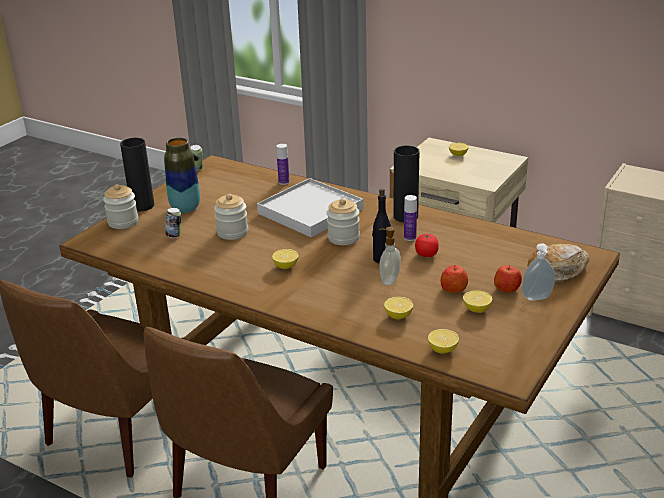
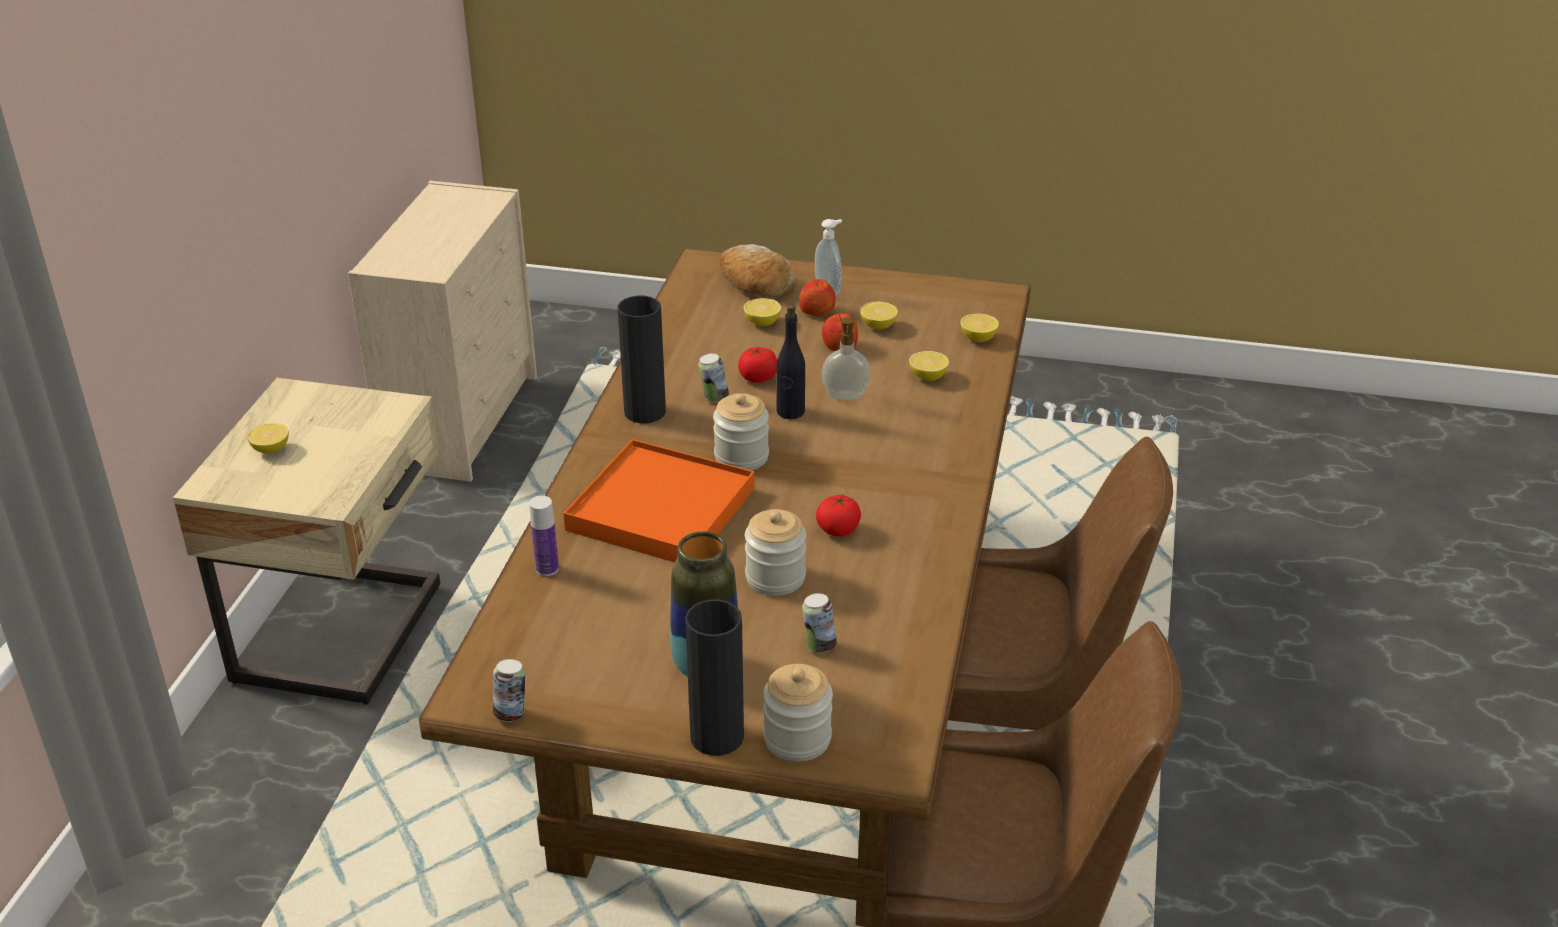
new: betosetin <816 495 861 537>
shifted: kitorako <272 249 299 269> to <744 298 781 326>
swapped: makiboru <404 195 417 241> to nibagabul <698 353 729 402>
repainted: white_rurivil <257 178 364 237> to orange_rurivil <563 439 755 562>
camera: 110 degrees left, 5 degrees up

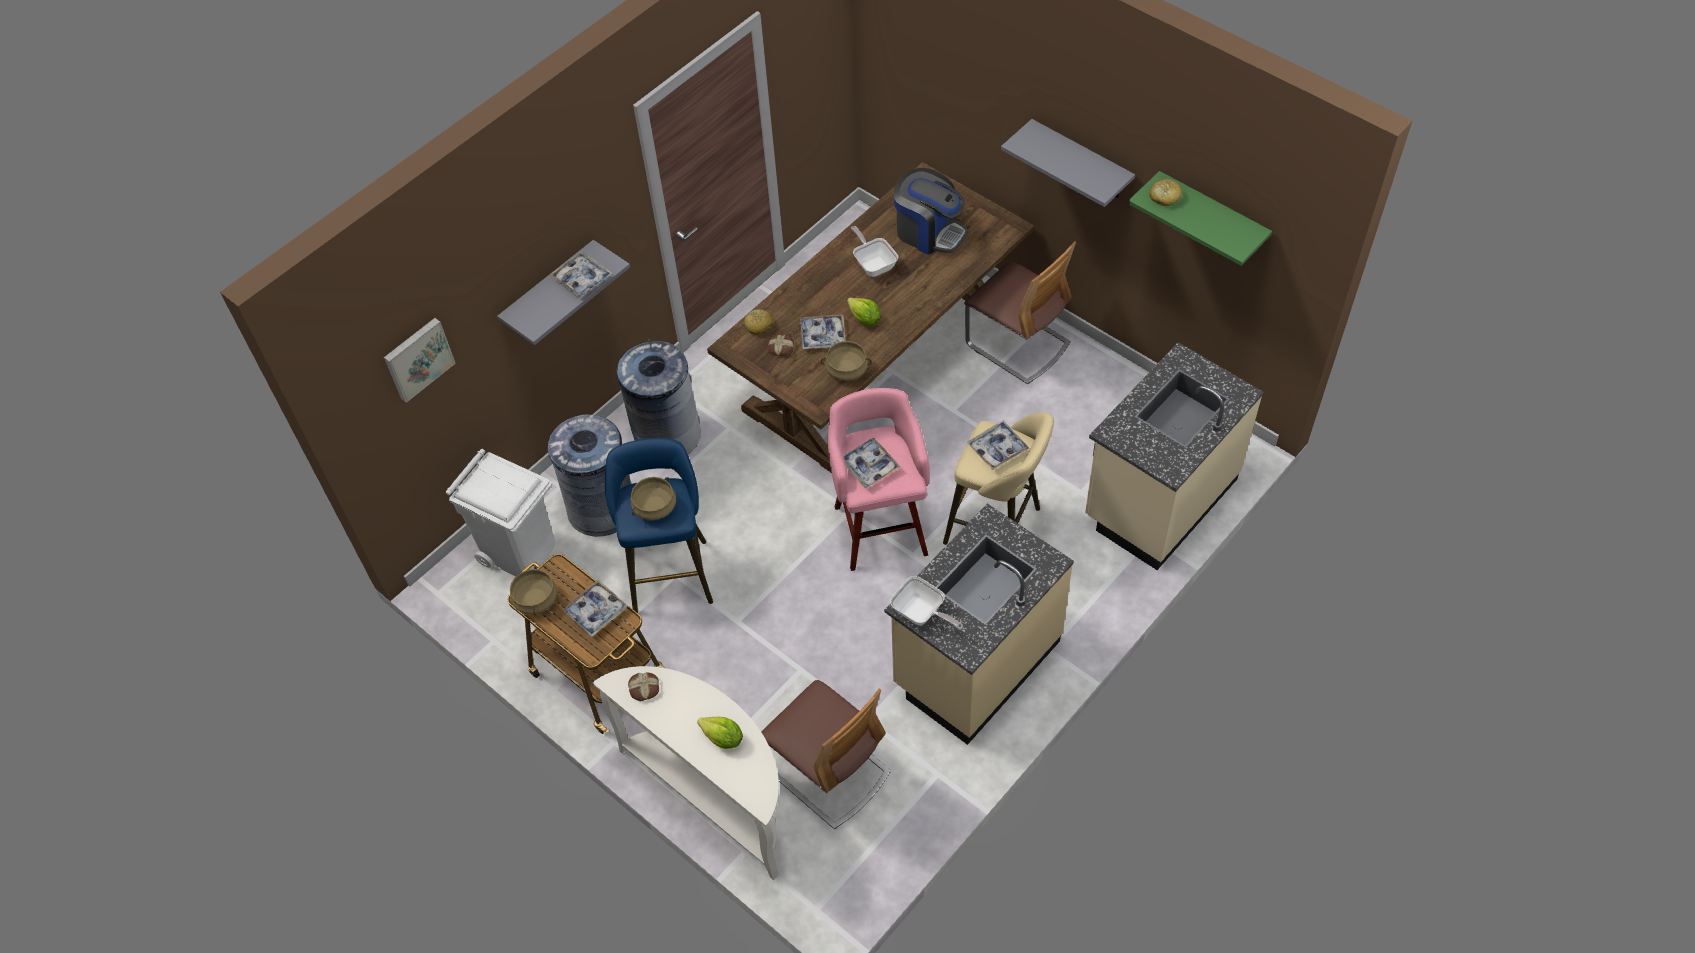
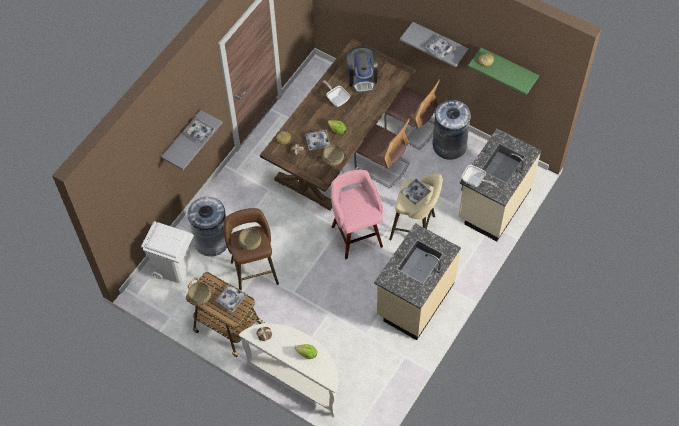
gone: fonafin <384 318 456 403>
shifted: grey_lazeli <617 339 701 454> to <432 100 471 160>; rurivil <844 438 900 488> to <425 35 456 60>; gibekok <890 576 963 630> to <462 165 497 187>; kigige <761 680 891 829> to <354 119 410 189>
repainted: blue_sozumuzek <605 438 713 613> to brown_sozumuzek <224 208 279 291>
rotated: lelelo <894 168 968 255> = <346 46 378 93> 60 degrees clockwise
camera: 10 degrees left, 5 degrees up

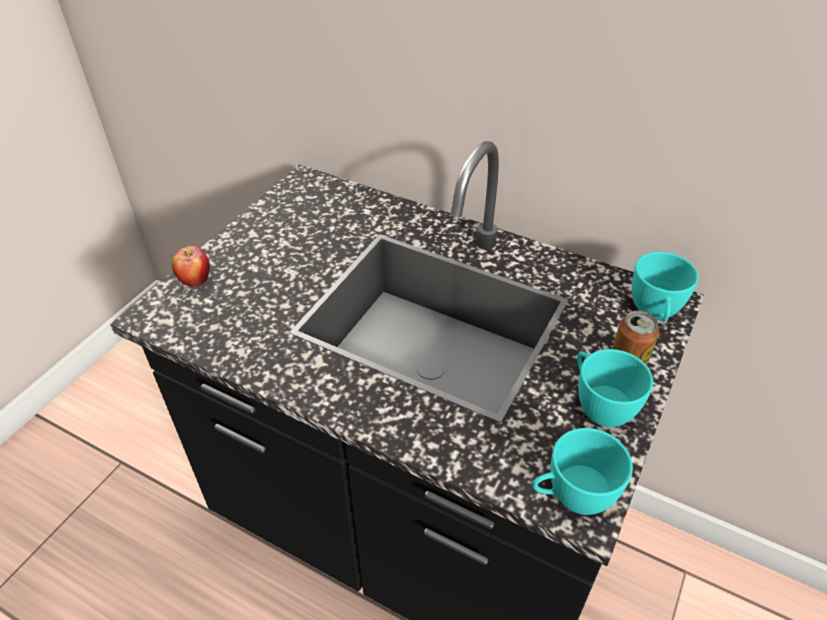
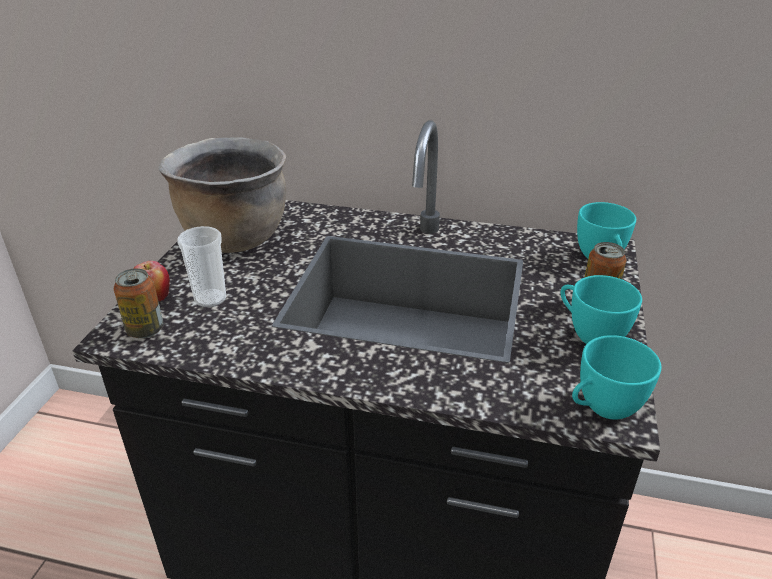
new: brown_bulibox <158 137 286 253>; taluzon <177 226 226 307>; nibagabul <114 268 163 338>
camera: 15 degrees left, 10 degrees down

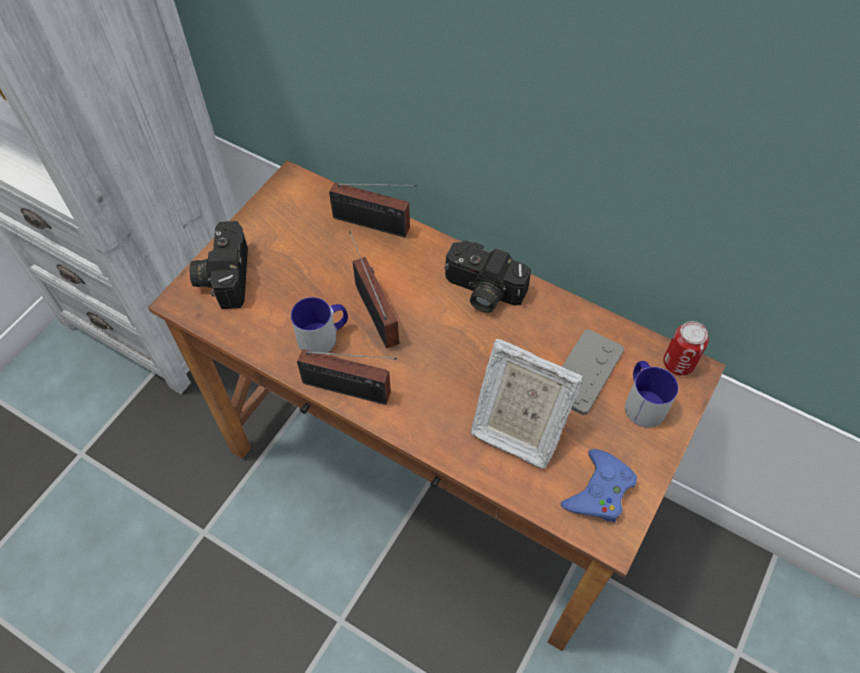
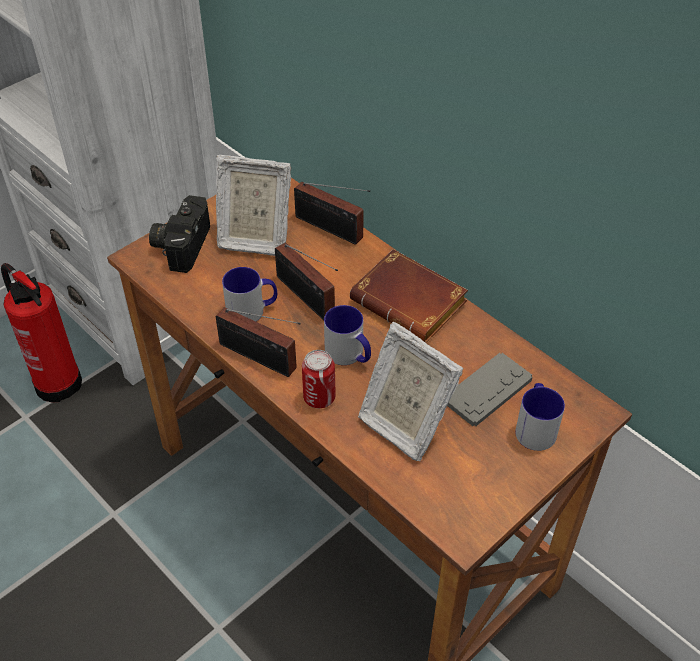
gone: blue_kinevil <561 449 637 523>
new: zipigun <216 155 291 256>; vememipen <1 263 82 403>; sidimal <324 305 371 365>
shifted: nibagabul <663 321 709 376> to <302 350 336 408>
swapped: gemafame <444 241 531 313> to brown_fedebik <350 249 468 343>
rotated: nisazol <349 231 399 349> = <275 243 338 320> 150 degrees clockwise
camera: 15 degrees right, 10 degrees down

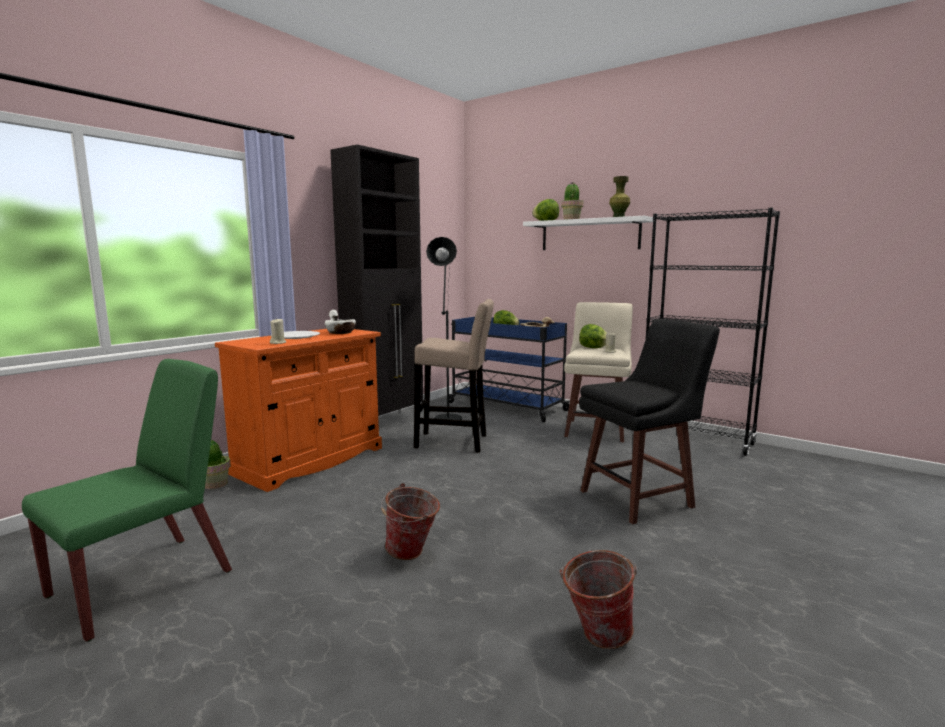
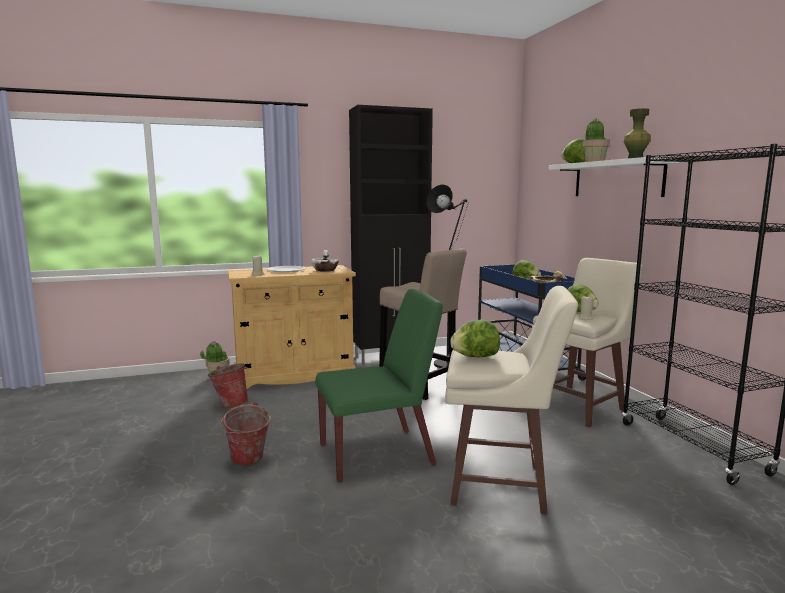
new: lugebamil <450 320 500 357>
shifted: green_kigige <22 359 232 642> to <316 289 443 482>; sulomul <560 550 637 649> to <208 363 249 409>
repainted: black_sozumuzek <579 319 720 524> to beige_sozumuzek <445 286 578 515>; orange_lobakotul <215 329 382 492> to beige_lobakotul <228 265 356 389>
camera: 35 degrees right, 0 degrees up

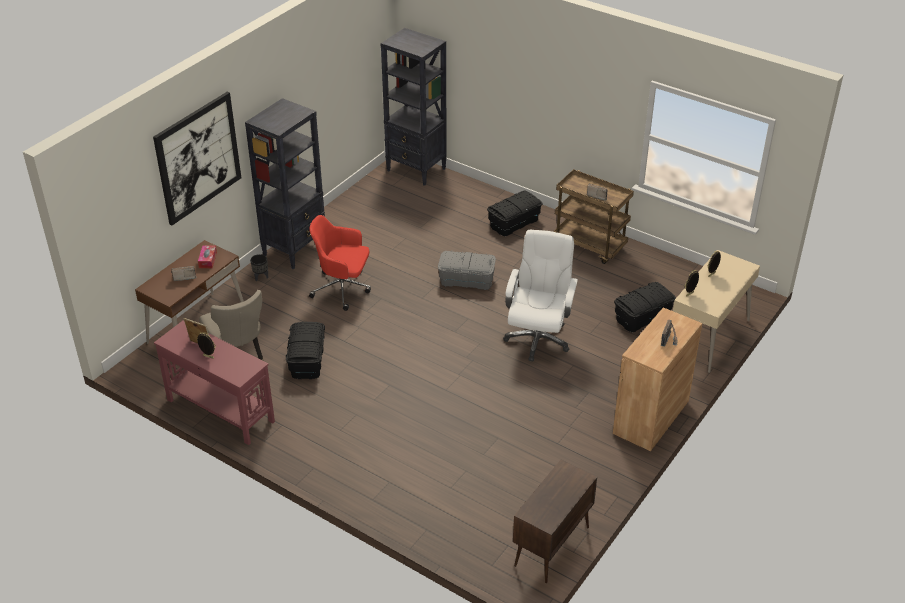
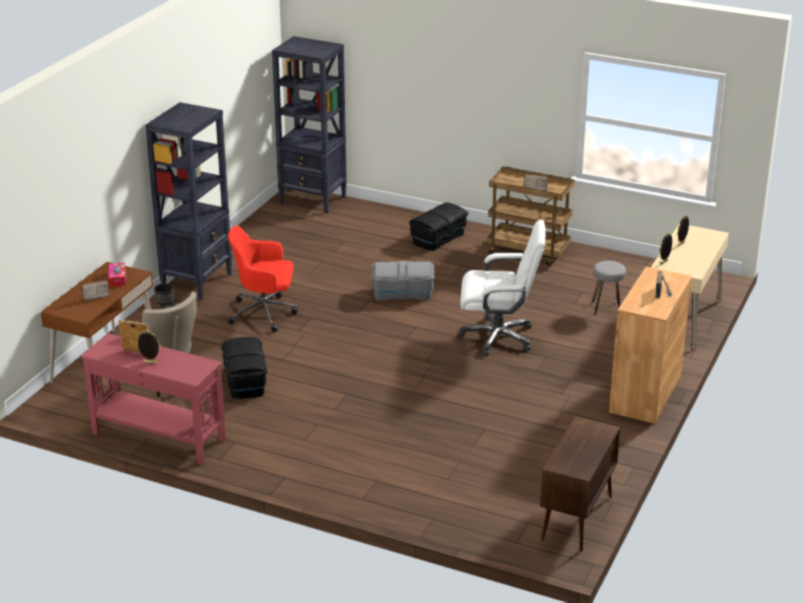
gone: fonafin <153 92 241 225>
swapped: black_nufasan <614 282 676 332> to grey_sozumuzek <592 261 626 315>
rotated: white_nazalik <503 230 578 362> = <458 219 545 356> 90 degrees clockwise
camera: 10 degrees left, 10 degrees down

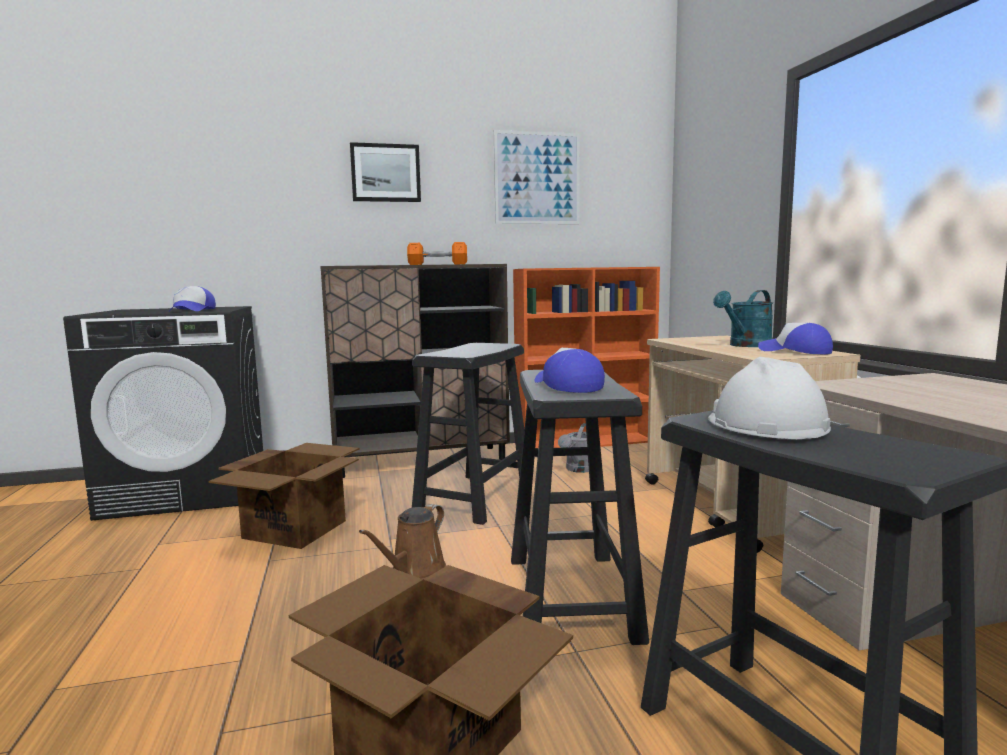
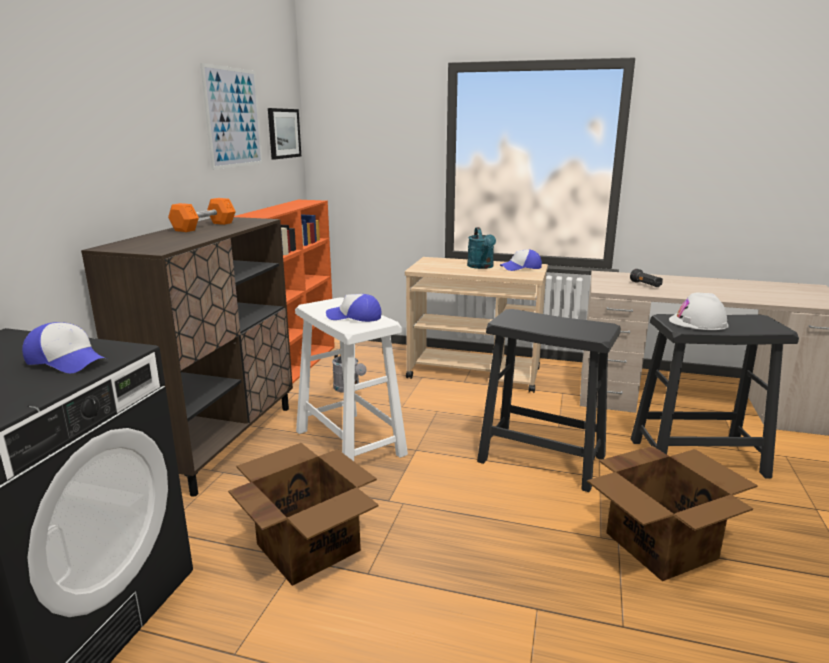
gone: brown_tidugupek <359 504 446 579>
new: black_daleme <630 269 663 287>
shifted: fonafin <350 142 421 202> to <268 108 301 159>; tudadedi <534 348 605 393> to <326 294 382 322>
repainted: black_sozumuzek <412 343 524 525> to white_sozumuzek <295 297 408 461>
camera: 60 degrees left, 10 degrees up

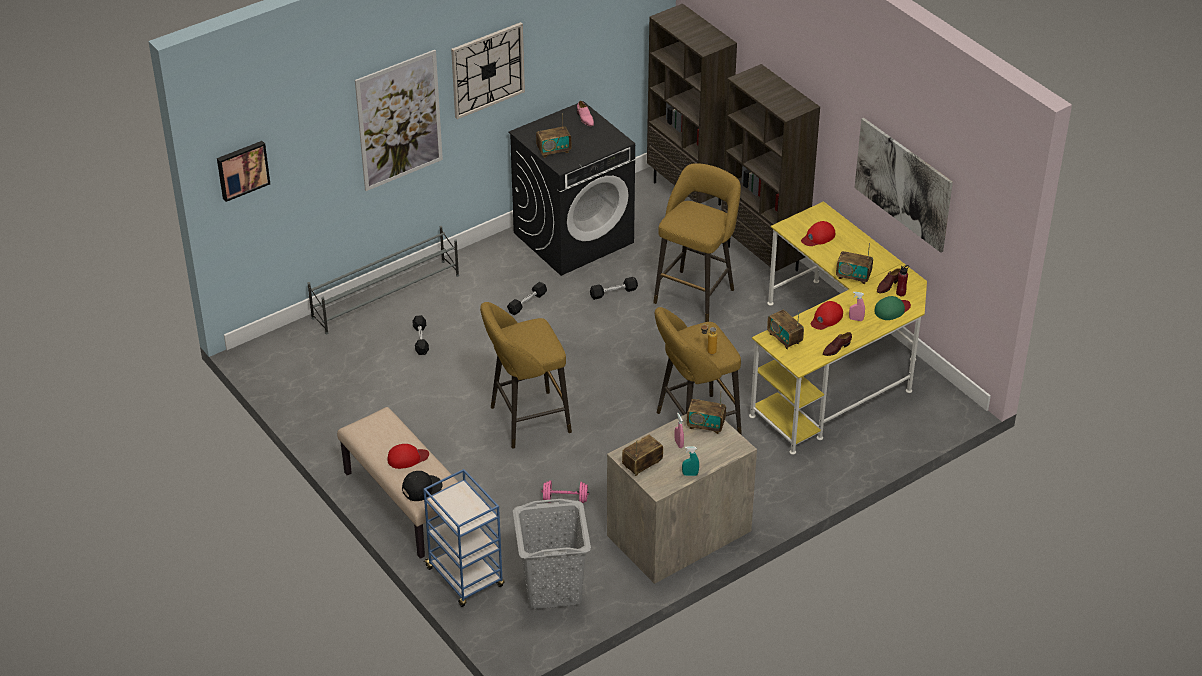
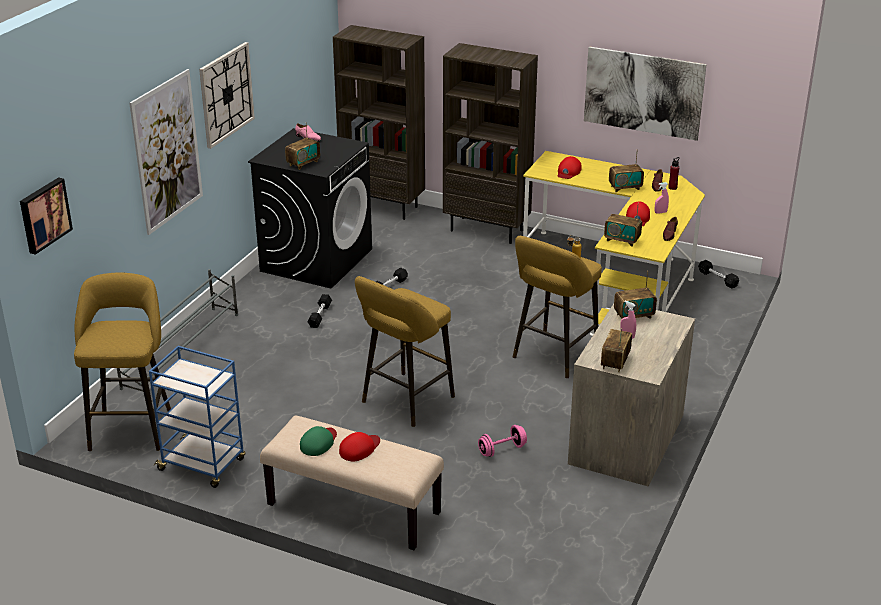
gone: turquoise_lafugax <682 446 699 476>; black_tudadedi <402 471 442 501>; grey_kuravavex <513 499 591 609>
shifted: yellow_sozumuzek <653 163 741 322> to <74 273 171 451>; green_tudadedi <874 296 911 320> to <300 426 337 456>; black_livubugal <412 315 429 355> to <698 260 739 289>; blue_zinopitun <423 469 504 607> to <149 346 246 488>
camera: 30 degrees left, 10 degrees down

